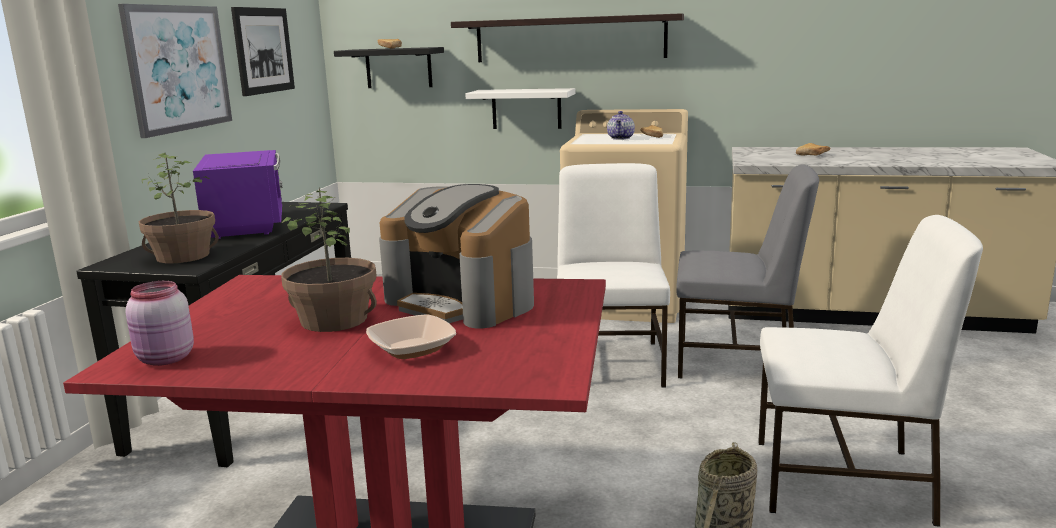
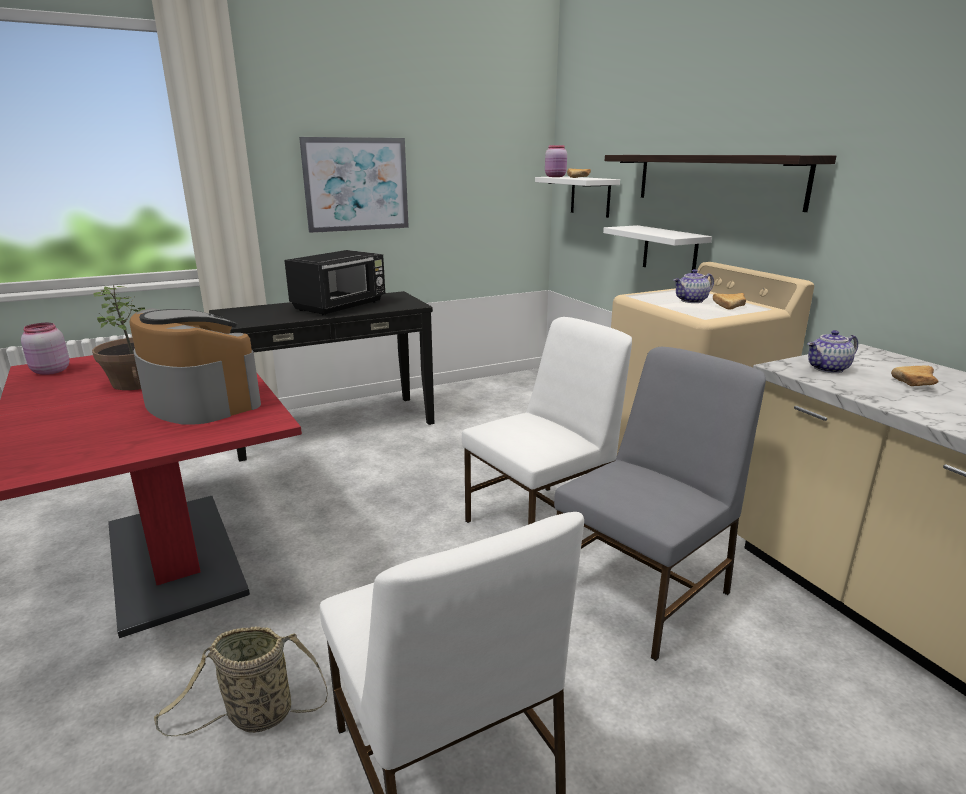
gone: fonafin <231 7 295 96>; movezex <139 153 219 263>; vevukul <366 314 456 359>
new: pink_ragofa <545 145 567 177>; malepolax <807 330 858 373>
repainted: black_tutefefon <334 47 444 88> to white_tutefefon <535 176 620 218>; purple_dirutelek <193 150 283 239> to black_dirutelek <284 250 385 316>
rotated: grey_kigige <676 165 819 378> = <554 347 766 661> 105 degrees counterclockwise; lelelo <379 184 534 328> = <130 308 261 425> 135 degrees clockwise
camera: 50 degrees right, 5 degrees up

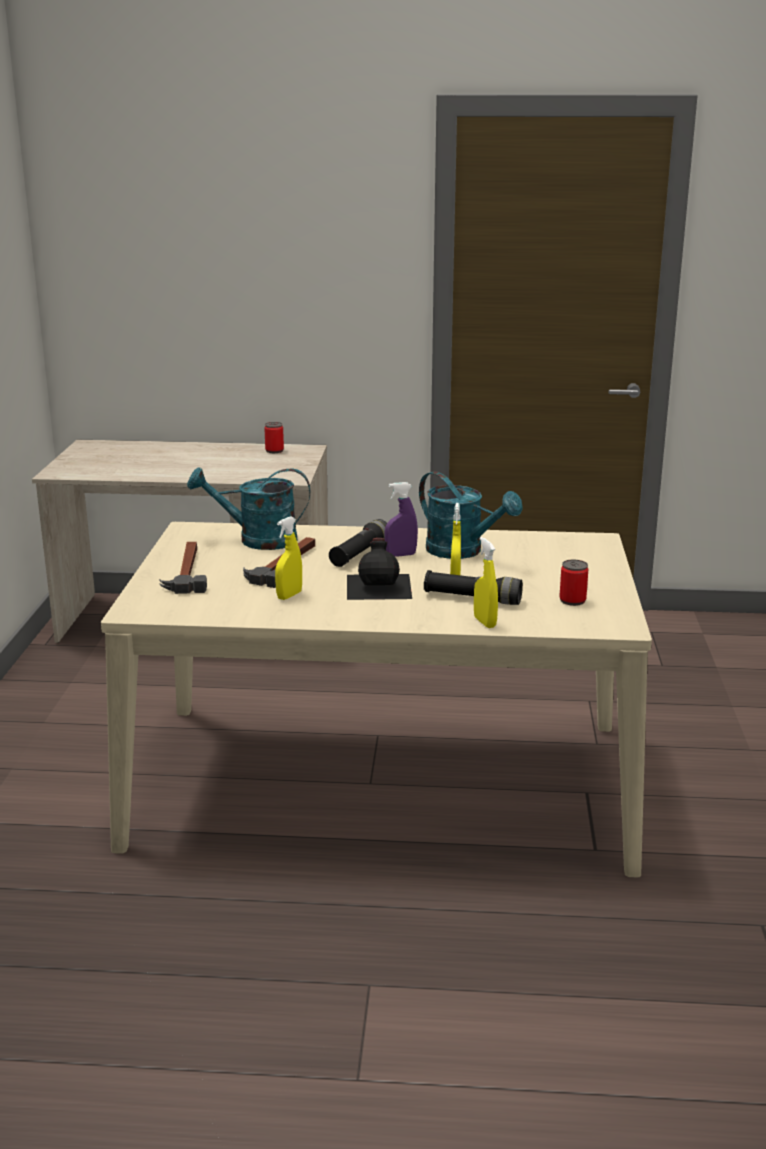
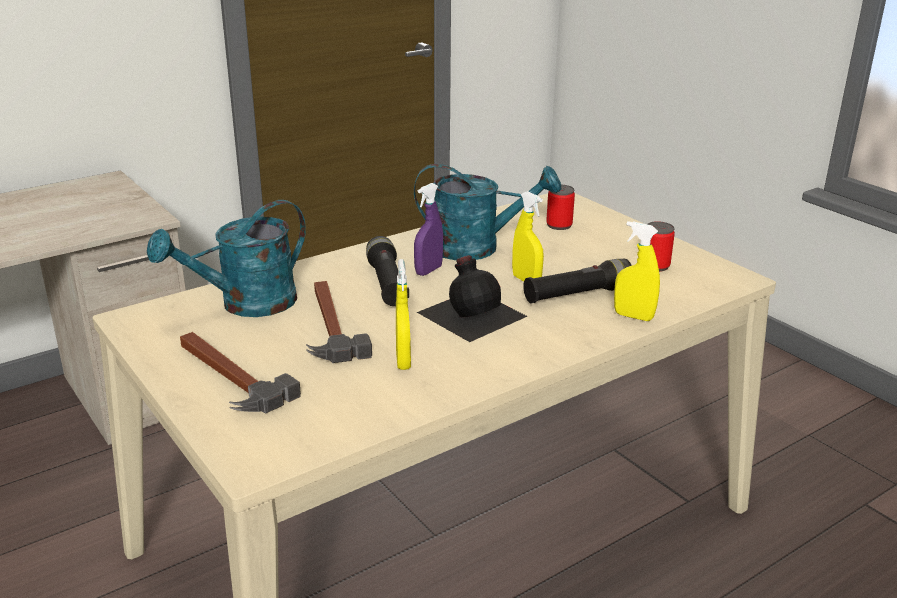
shifted: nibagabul <264 422 284 453> to <546 185 575 230>
camera: 40 degrees left, 5 degrees up

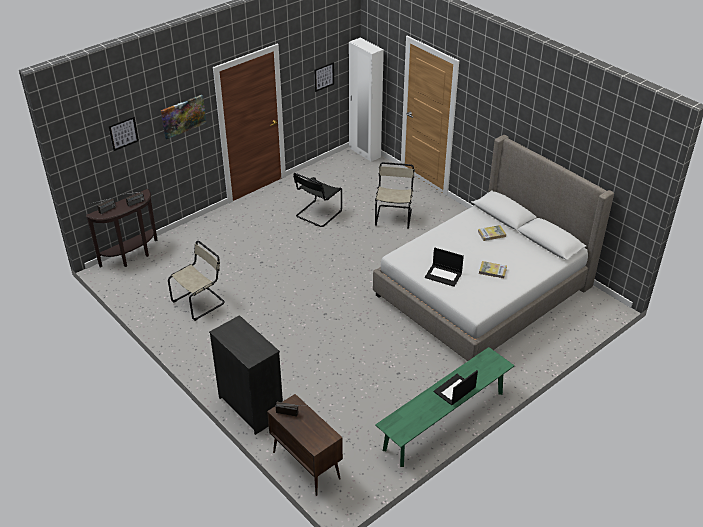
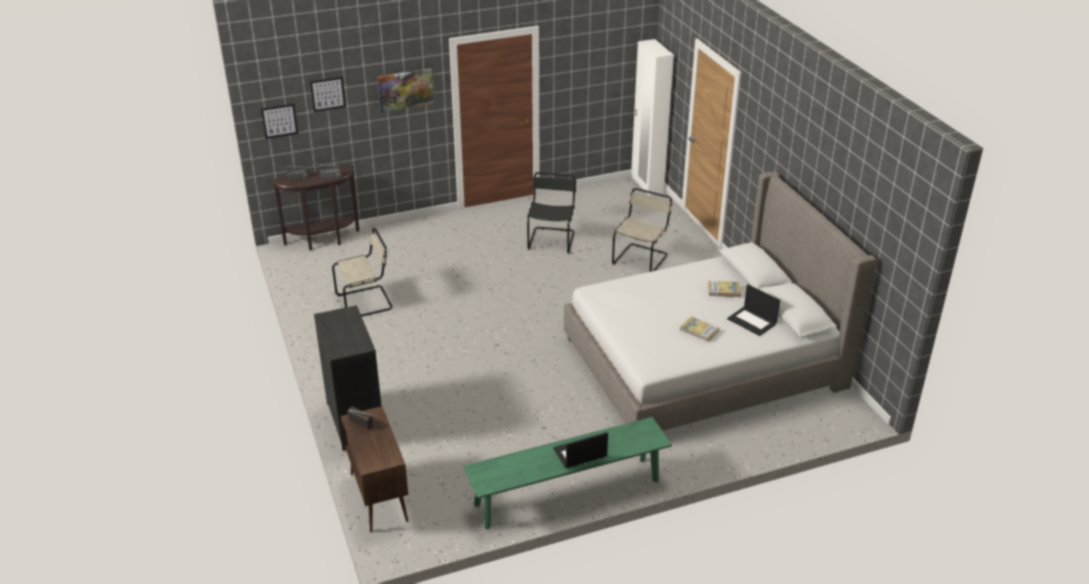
shifted: fonafin <314 62 334 92> to <261 104 298 139>; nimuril <425 247 464 287> to <727 284 780 336>
rotated: black_kigige <293 173 342 227> = <527 172 577 253> 135 degrees clockwise
camera: 20 degrees right, 5 degrees down

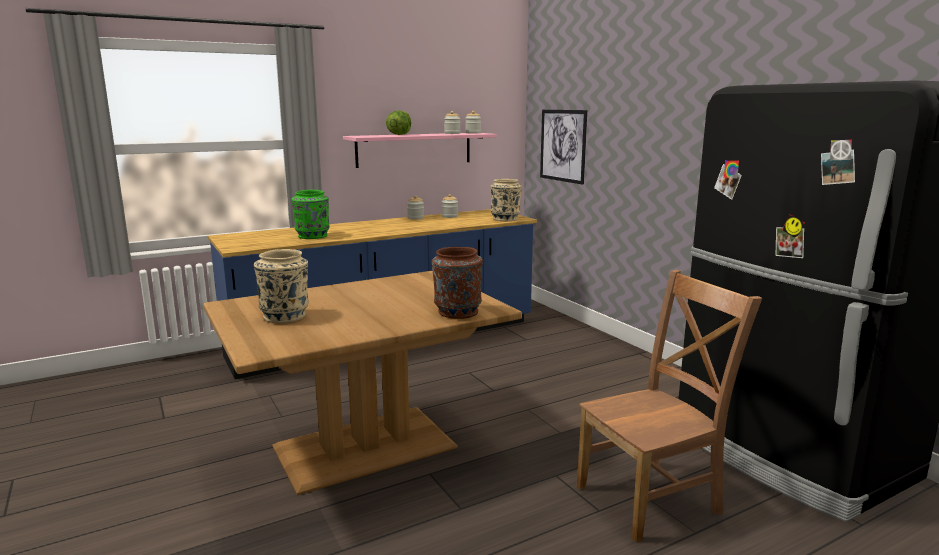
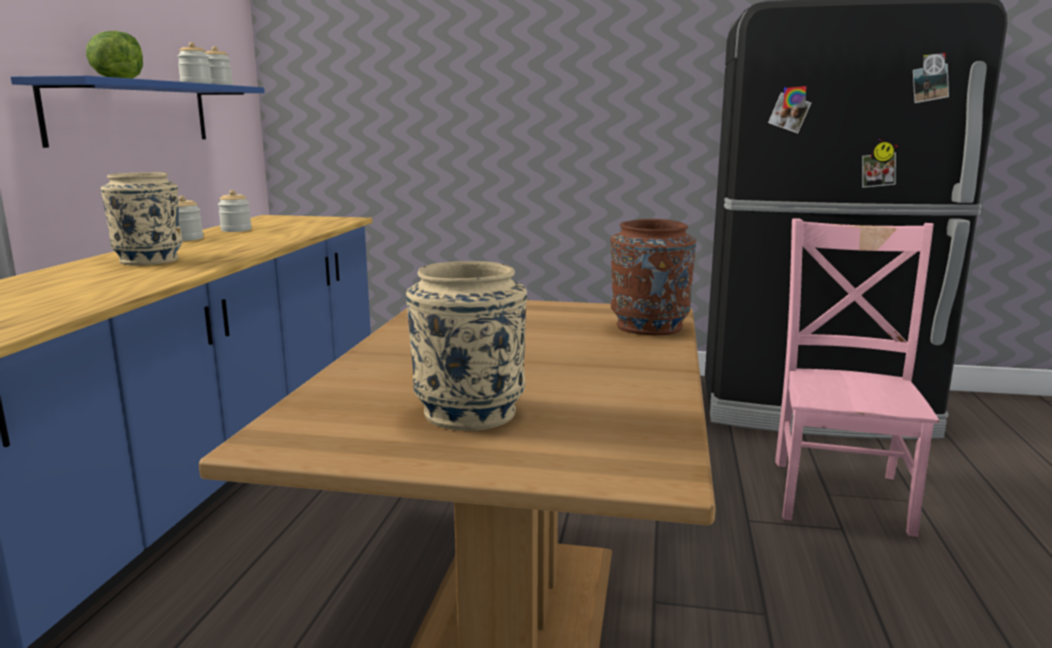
gone: fonafin <540 110 587 185>; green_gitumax <292 190 330 239>
shifted: beige_gitumax <490 179 522 221> to <101 172 183 266>
repainted: pink_tutefefon <343 133 496 168> to blue_tutefefon <11 75 265 148>; brown_kigige <577 270 762 543> to pink_kigige <775 219 939 537>
camera: 50 degrees left, 0 degrees up

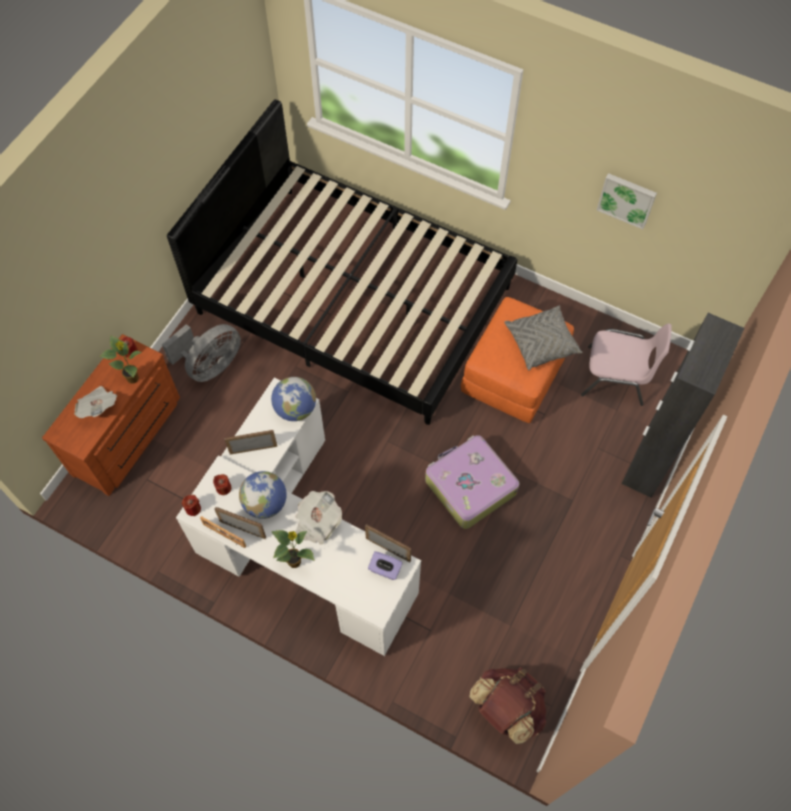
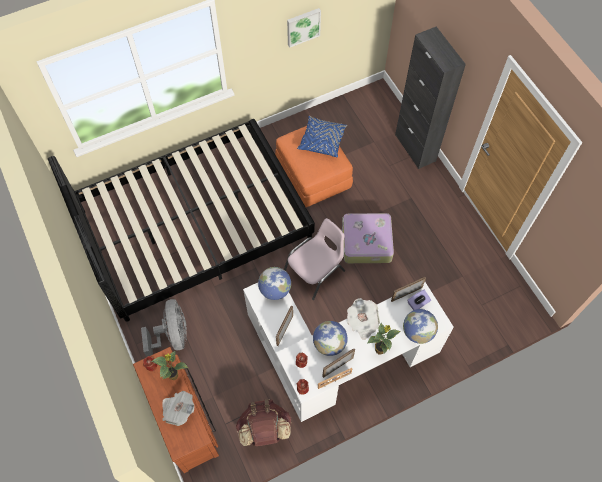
new: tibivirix <403 309 438 344>
shifted: pink_kigige <581 323 672 406> to <284 218 345 300>; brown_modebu <470 667 546 744> to <236 399 292 446>
repainted: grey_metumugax <504 305 583 370> to blue_metumugax <297 116 347 157>
camera: 55 degrees left, 0 degrees up

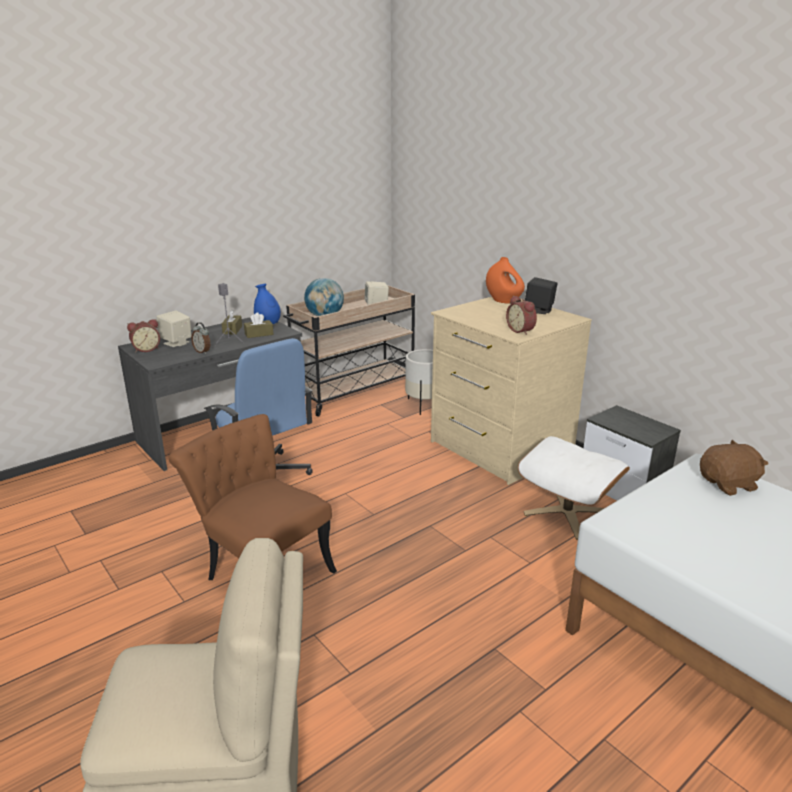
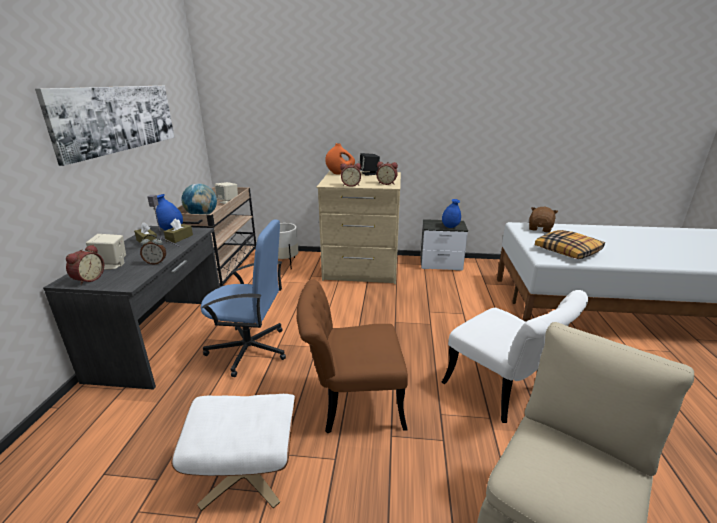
new: fonafin <35 86 175 166>; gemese <340 163 361 187>; blue_gitumax <442 199 461 228>; metumugax <535 230 605 259>; white_kigige <441 290 588 423>
shifted: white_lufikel <518 436 630 540> to <171 394 296 511>
camera: 45 degrees left, 0 degrees up

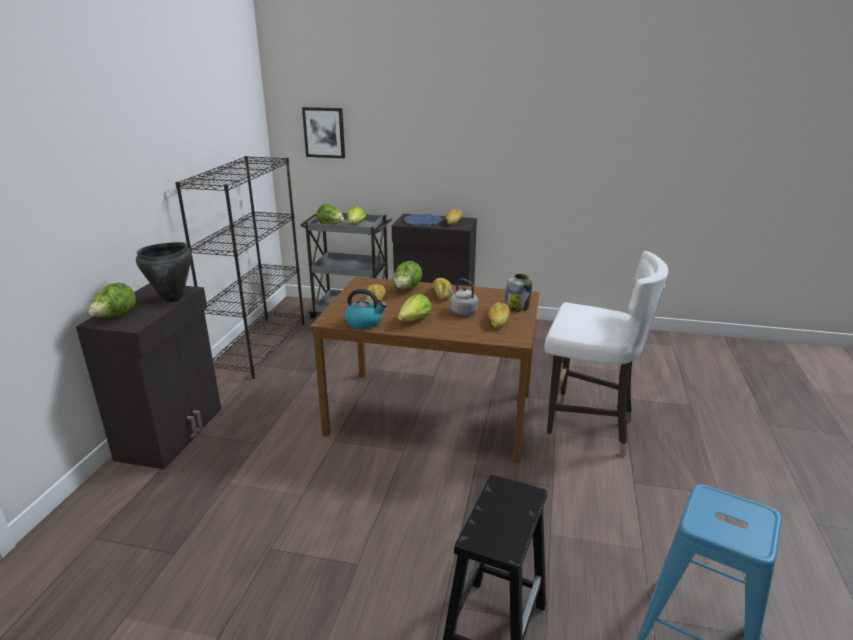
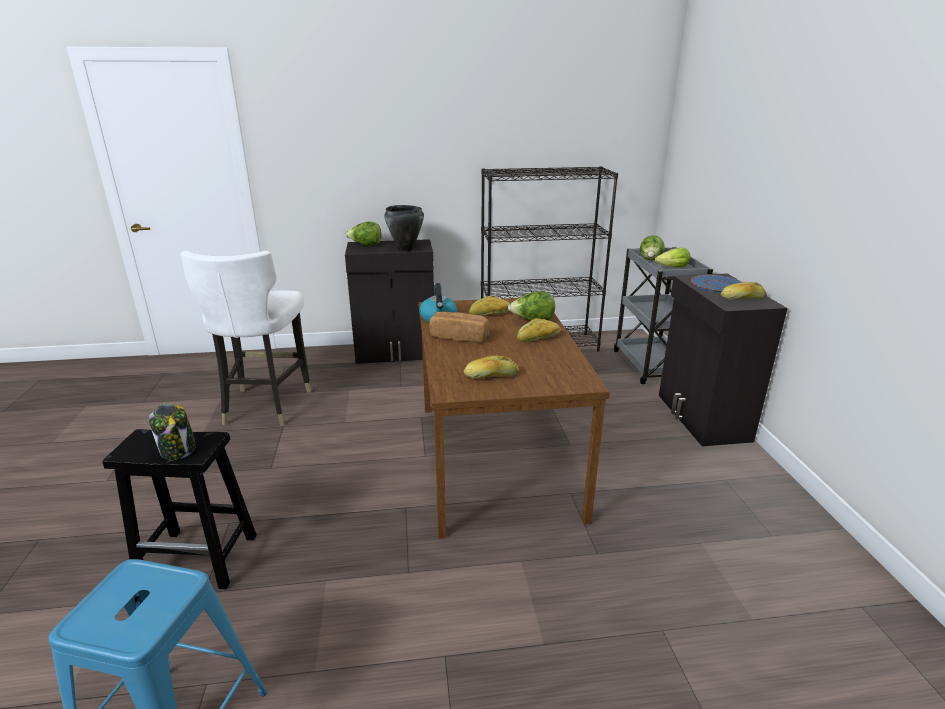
gone: fonafin <302 107 345 158>; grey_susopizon <448 279 478 315>
shifted: white_kigige <545 251 668 456> to <180 250 311 426>; ragofa <504 274 533 312> to <149 403 196 460>
swapped: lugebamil <398 294 431 321> to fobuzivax <429 311 490 343>
camera: 70 degrees right, 0 degrees up

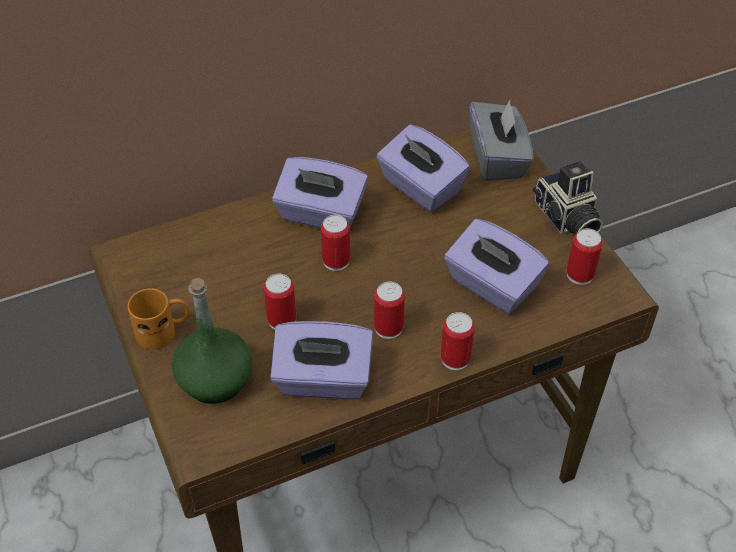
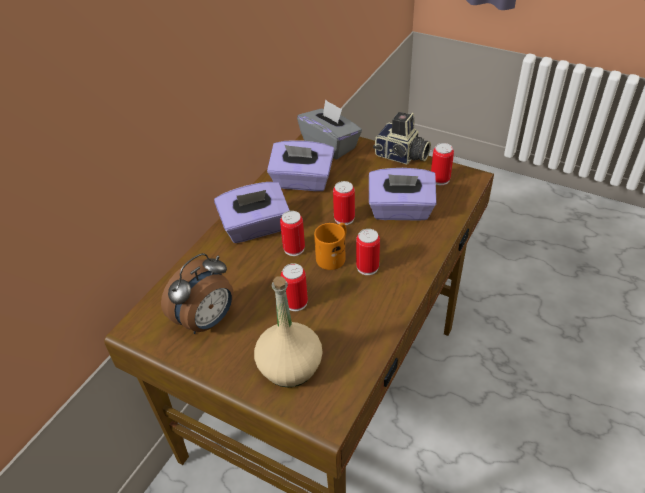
gone: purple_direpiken <270 321 373 399>
new: gemese <161 253 234 334>
shifted: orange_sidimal <128 289 189 350> to <314 223 347 270>; nibagabul <441 312 475 370> to <333 181 355 225>
repainted: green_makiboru <172 277 252 404> to beige_makiboru <254 276 323 387>
camera: 35 degrees left, 5 degrees down

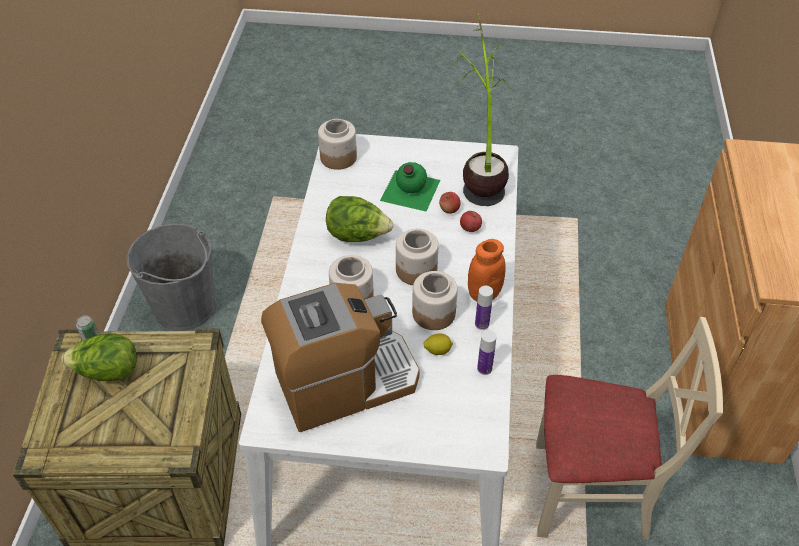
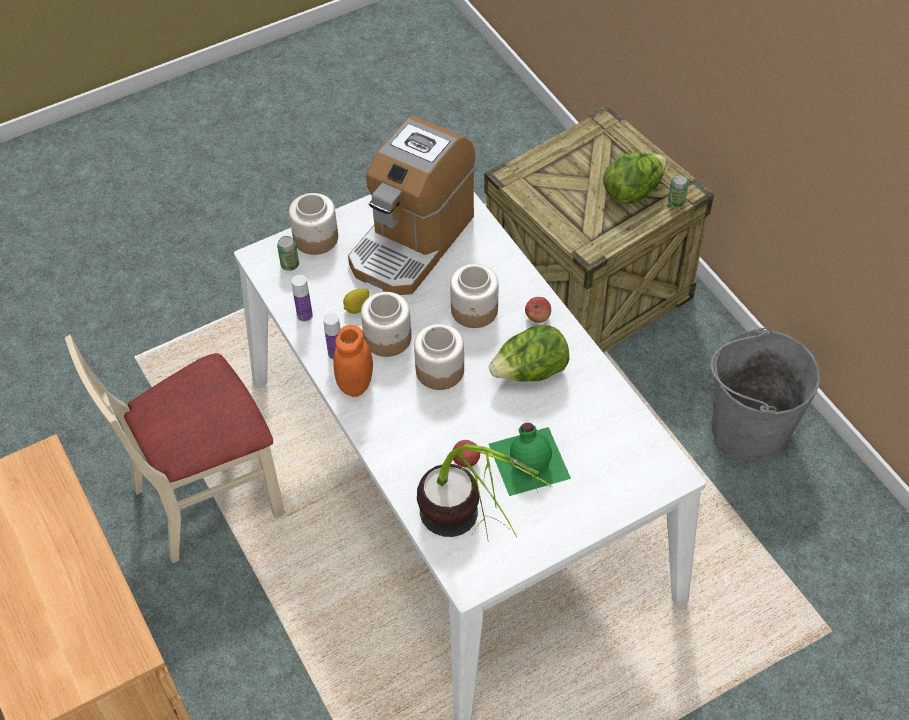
new: nibagabul <277 236 299 271>
shifted: ragofa <318 119 357 170> to <289 193 338 255>; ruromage <460 211 482 232> to <525 297 551 323>
camera: 145 degrees right, 5 degrees up

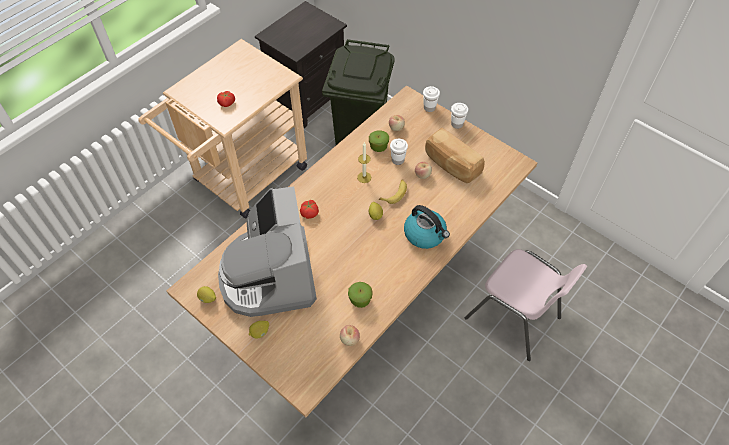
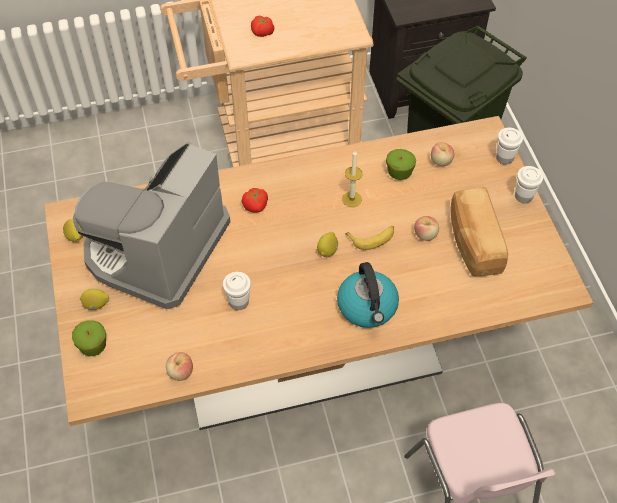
shifted: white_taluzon <390 139 408 165> to <223 272 251 310>; ruromage <348 282 373 308> to <72 320 106 356>
camera: 35 degrees right, 0 degrees up

